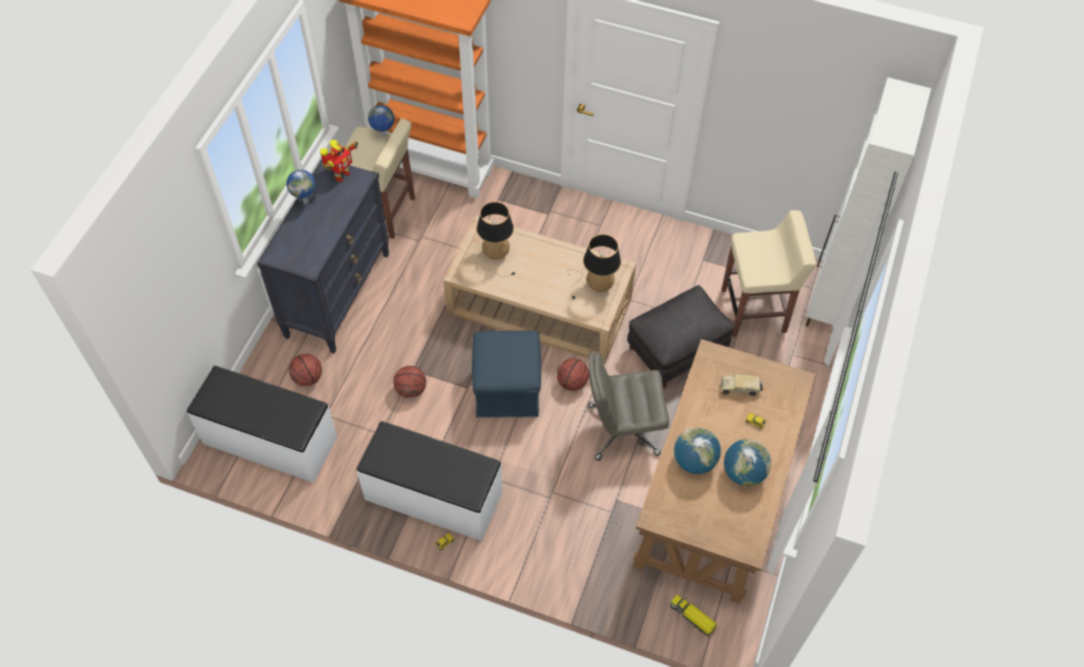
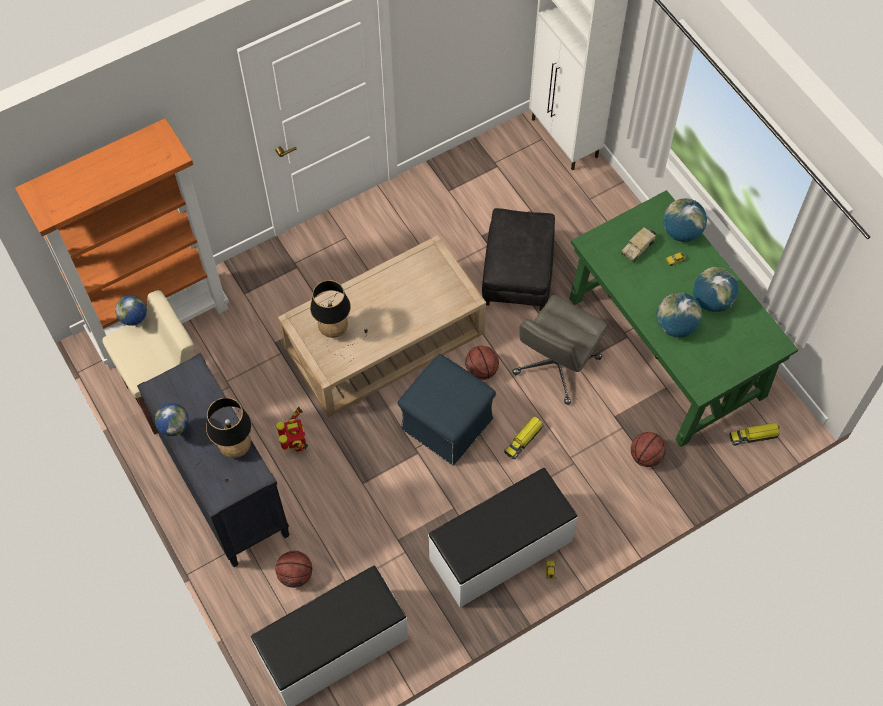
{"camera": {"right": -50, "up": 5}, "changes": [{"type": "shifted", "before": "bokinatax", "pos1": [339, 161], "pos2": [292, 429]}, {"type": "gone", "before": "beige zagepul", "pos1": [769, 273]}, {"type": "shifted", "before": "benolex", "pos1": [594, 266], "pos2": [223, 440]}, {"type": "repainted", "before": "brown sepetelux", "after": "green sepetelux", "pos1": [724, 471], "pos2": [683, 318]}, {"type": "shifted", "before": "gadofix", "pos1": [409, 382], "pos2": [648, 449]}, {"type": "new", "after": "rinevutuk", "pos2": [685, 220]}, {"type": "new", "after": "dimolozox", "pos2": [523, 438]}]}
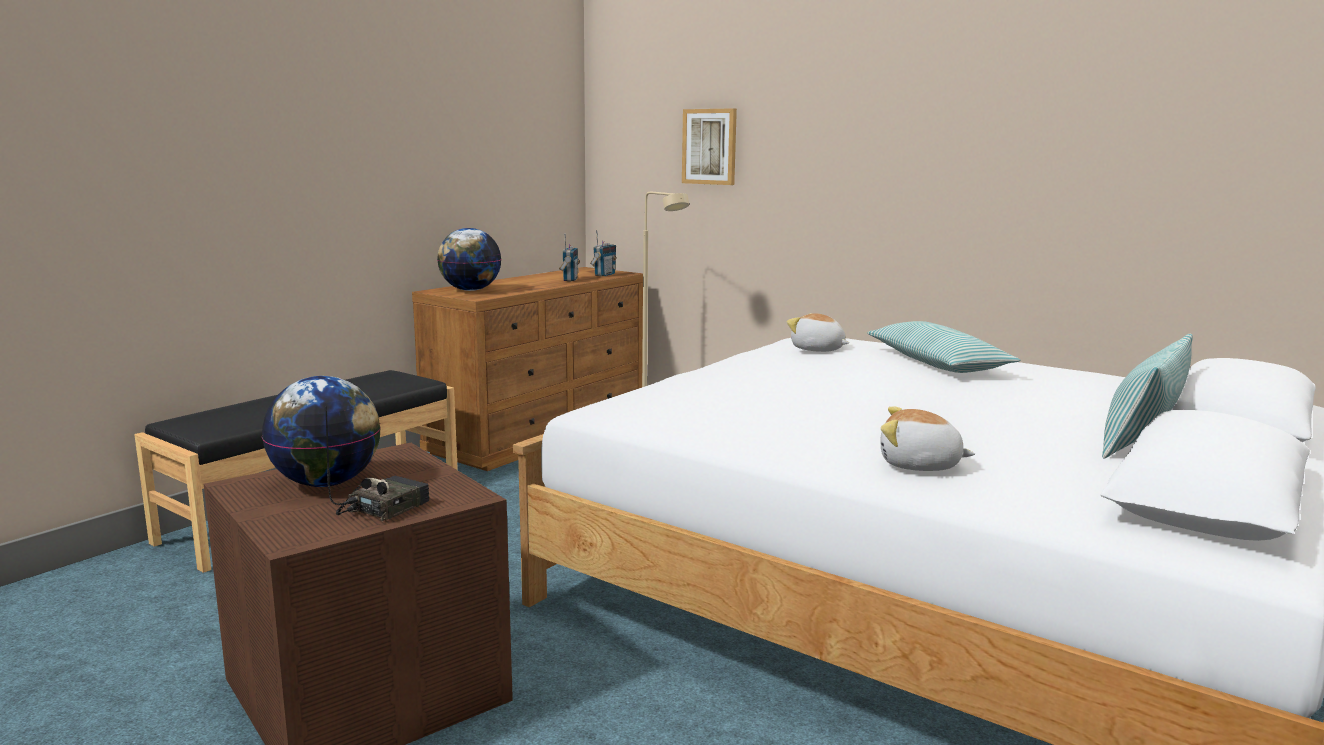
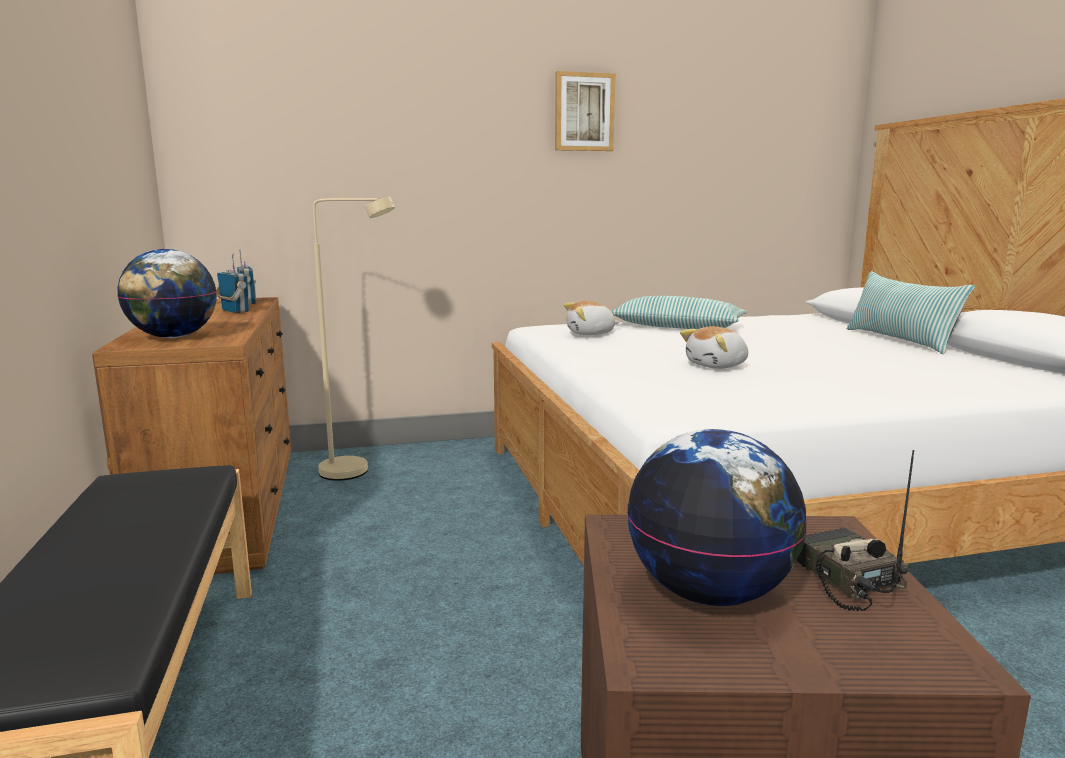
{"camera": {"right": -50, "up": 0}, "changes": [{"type": "shifted", "before": "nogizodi", "pos1": [709, 146], "pos2": [585, 111]}, {"type": "shifted", "before": "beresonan", "pos1": [928, 438], "pos2": [714, 347]}]}
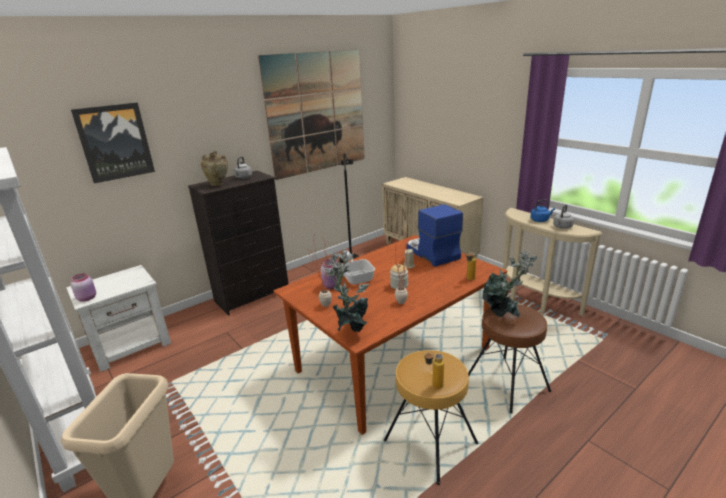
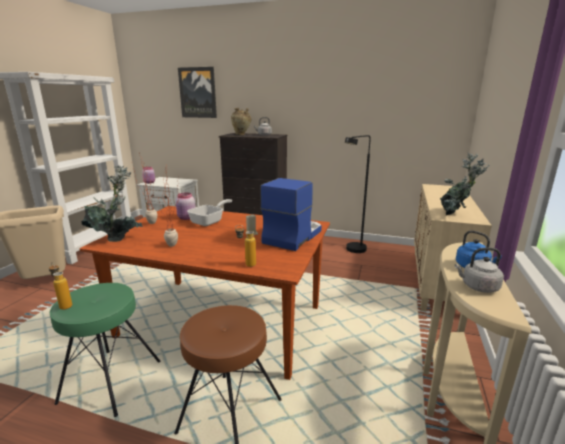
{"camera": {"right": 55, "up": -5}, "changes": [{"type": "gone", "before": "nogizodi", "pos1": [311, 114]}, {"type": "shifted", "before": "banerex", "pos1": [509, 284], "pos2": [464, 184]}, {"type": "gone", "before": "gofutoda", "pos1": [399, 276]}, {"type": "repainted", "before": "brown zagepul", "after": "green zagepul", "pos1": [431, 417], "pos2": [105, 350]}]}
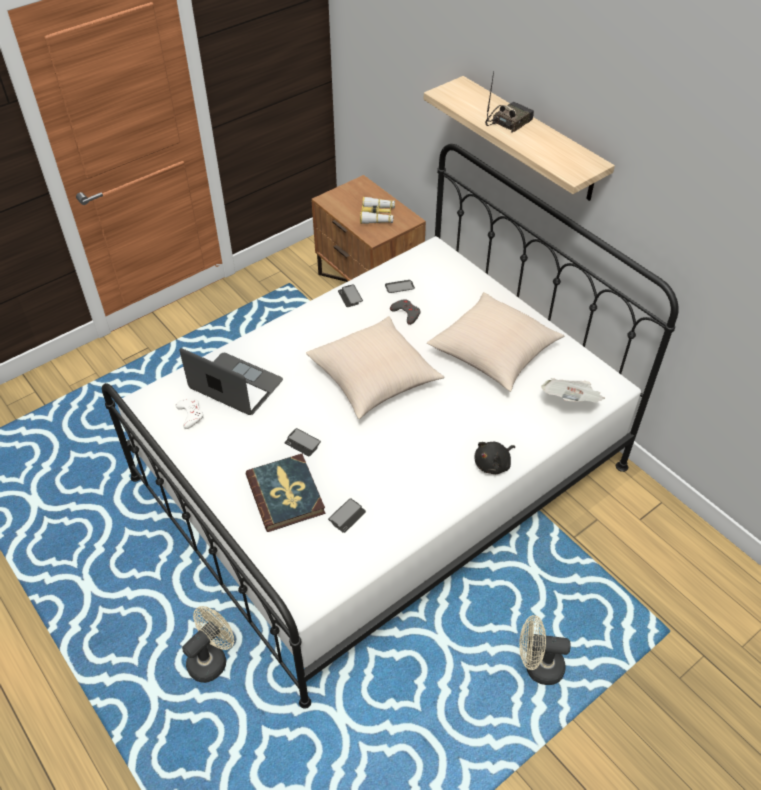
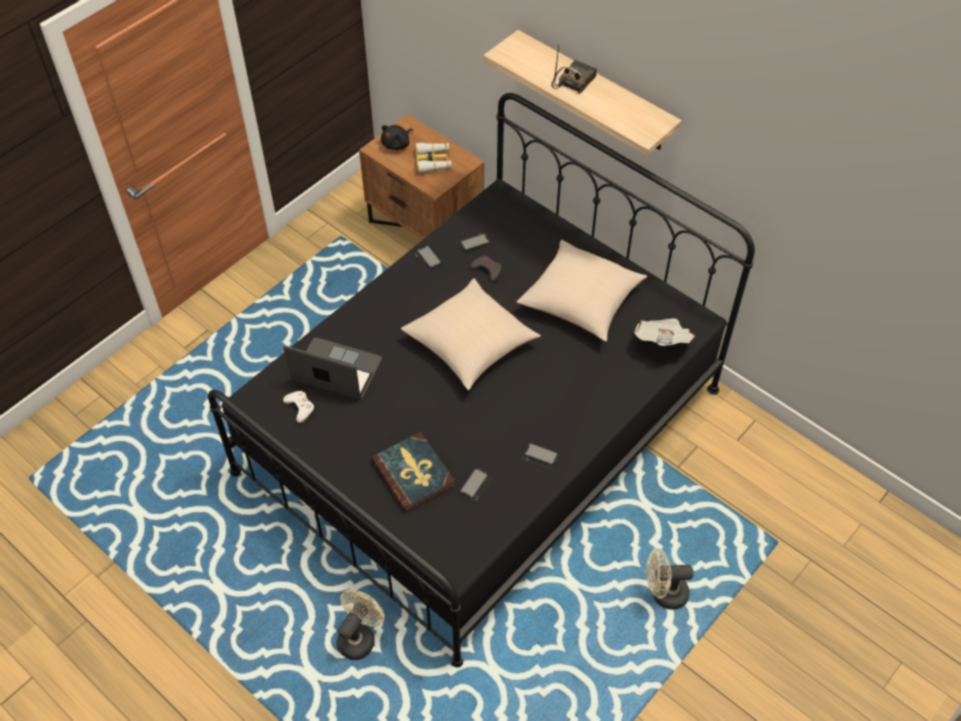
{"camera": {"right": -10, "up": 5}, "changes": [{"type": "repainted", "before": "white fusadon", "after": "black fusadon", "pos1": [390, 426], "pos2": [481, 380]}, {"type": "shifted", "before": "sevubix", "pos1": [303, 442], "pos2": [540, 456]}, {"type": "shifted", "before": "black beresonan", "pos1": [494, 458], "pos2": [397, 137]}]}
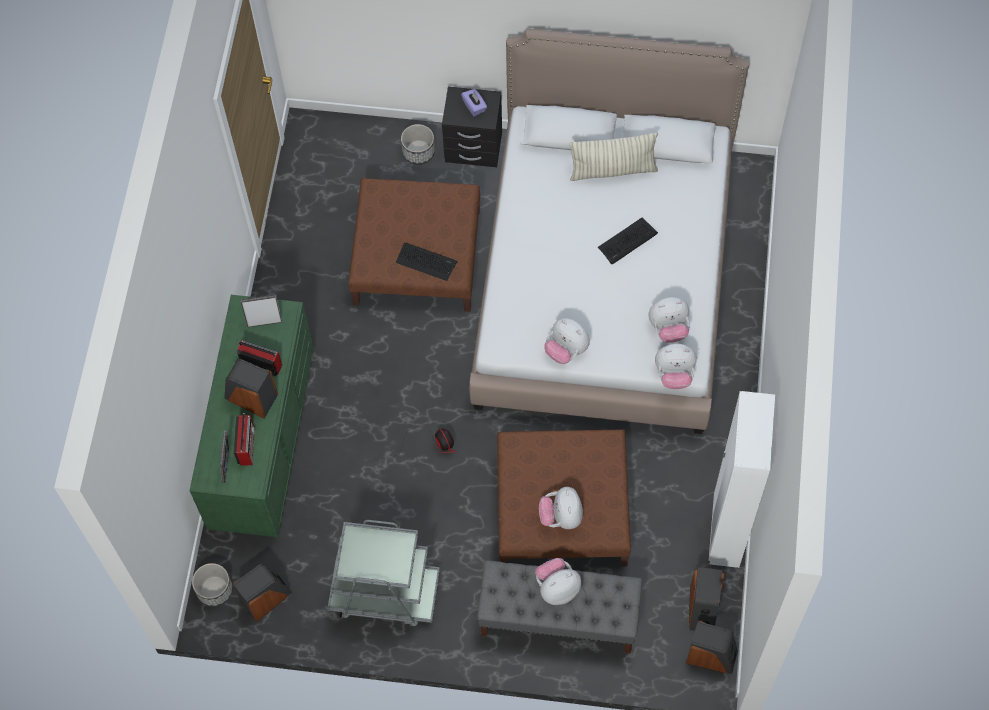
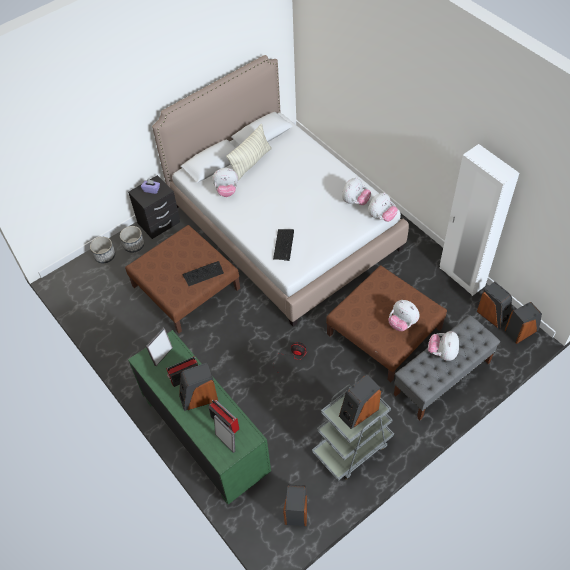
{"camera": {"right": -45, "up": -10}, "changes": [{"type": "shifted", "before": "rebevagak", "pos1": [628, 240], "pos2": [283, 245]}, {"type": "shifted", "before": "beresonan", "pos1": [567, 341], "pos2": [225, 182]}, {"type": "shifted", "before": "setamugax", "pos1": [212, 585], "pos2": [102, 250]}, {"type": "new", "after": "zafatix", "pos2": [360, 401]}]}
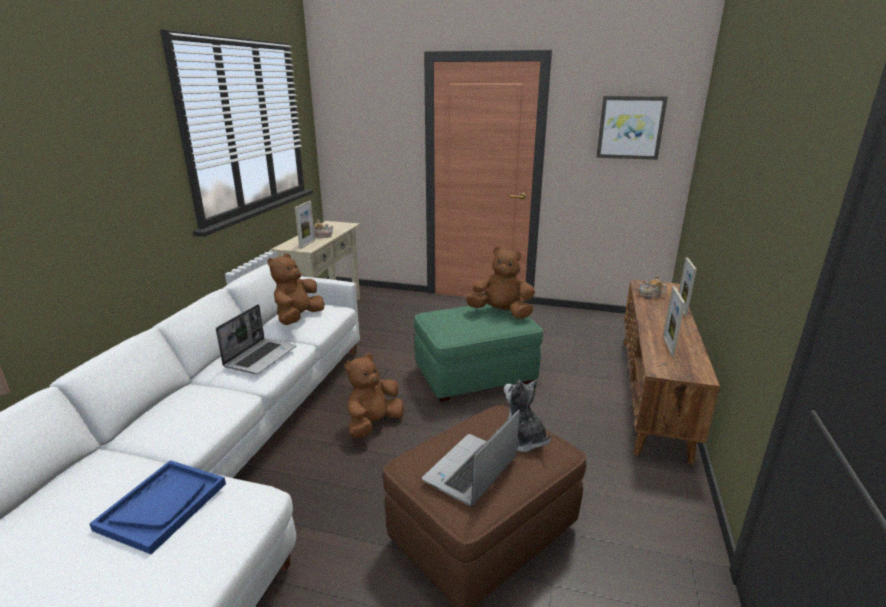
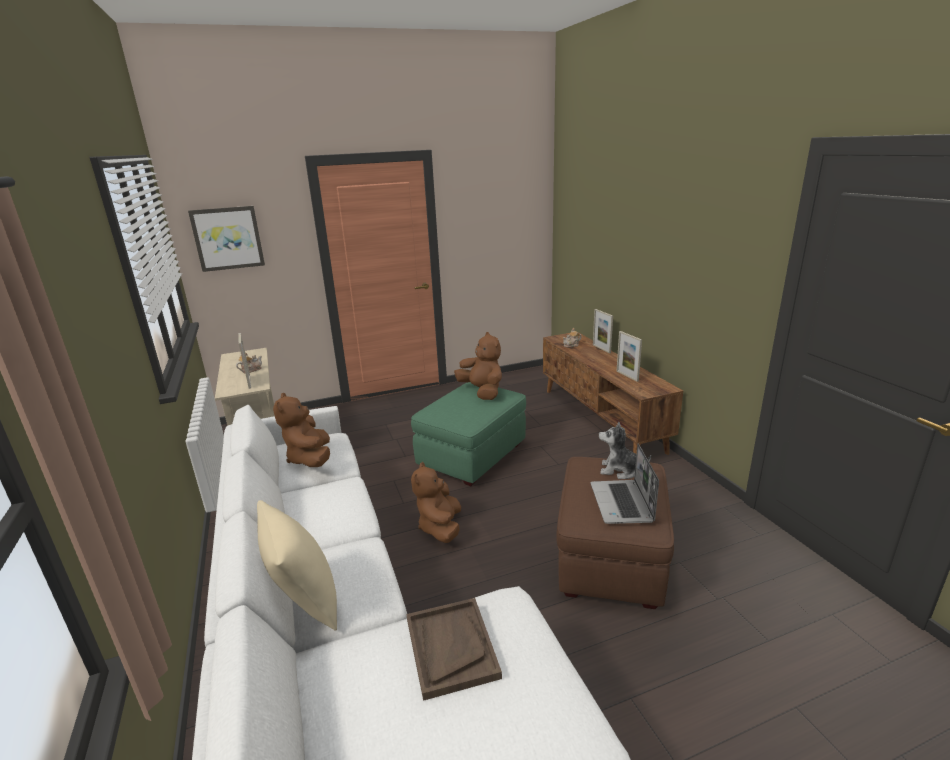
{"camera": {"right": -35, "up": 0}, "changes": [{"type": "shifted", "before": "nogizodi", "pos1": [632, 128], "pos2": [226, 239]}, {"type": "rotated", "before": "brown beresonan", "pos1": [500, 283], "pos2": [478, 366], "turn": 75}, {"type": "gone", "before": "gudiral", "pos1": [256, 339]}, {"type": "repainted", "before": "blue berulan", "after": "brown berulan", "pos1": [157, 507], "pos2": [454, 649]}, {"type": "new", "after": "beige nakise", "pos2": [297, 565]}]}
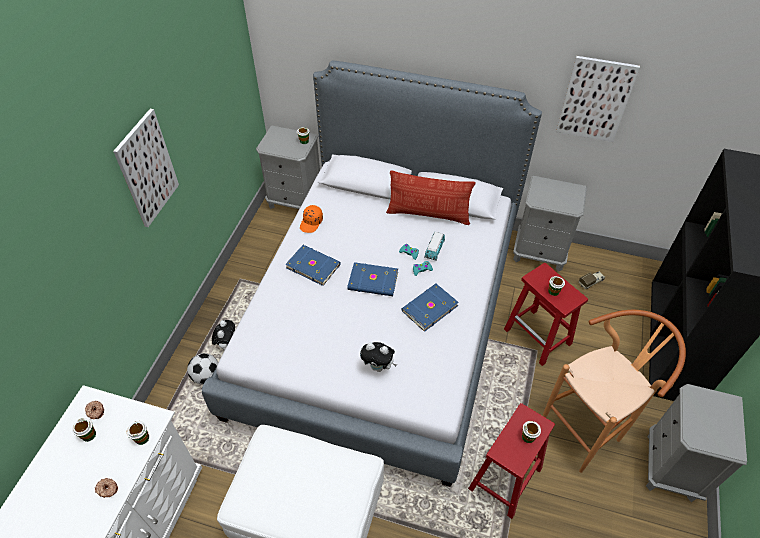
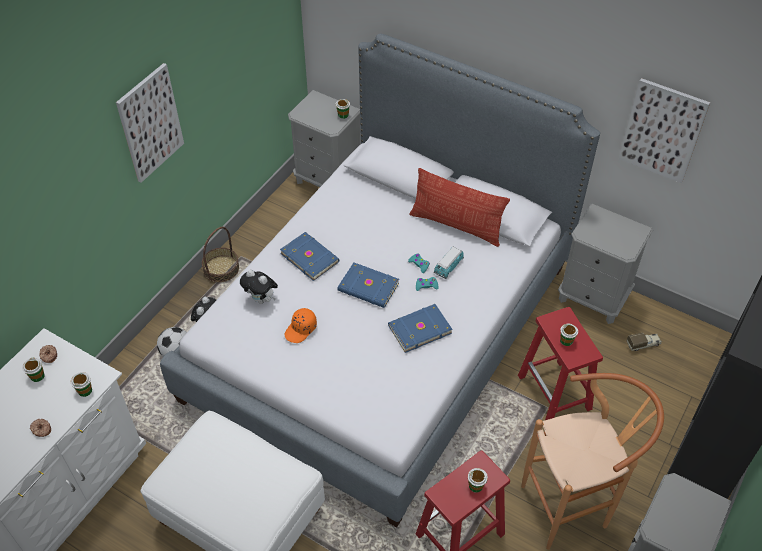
{"camera": {"right": 15, "up": 0}, "changes": [{"type": "shifted", "before": "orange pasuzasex", "pos1": [311, 219], "pos2": [300, 325]}, {"type": "shifted", "before": "beresonan", "pos1": [378, 357], "pos2": [259, 287]}, {"type": "new", "after": "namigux", "pos2": [220, 255]}]}
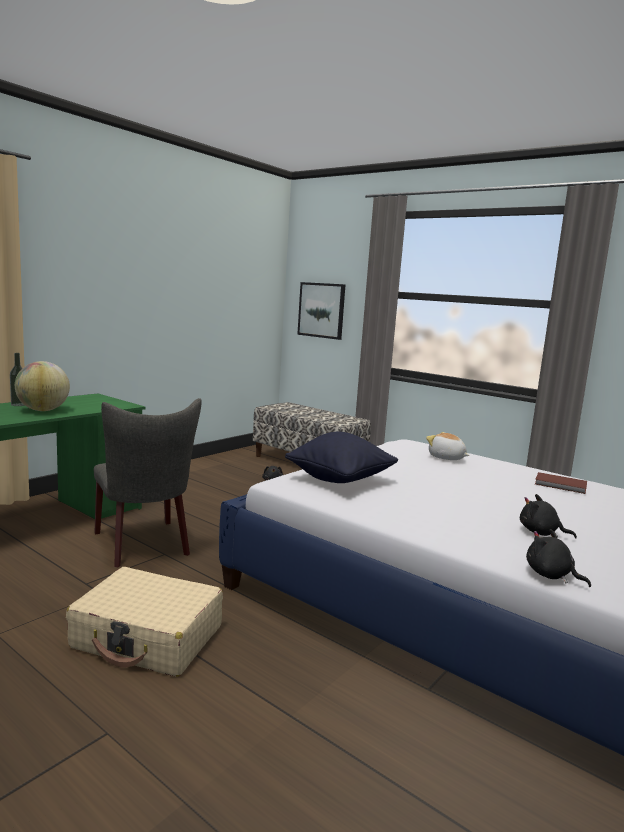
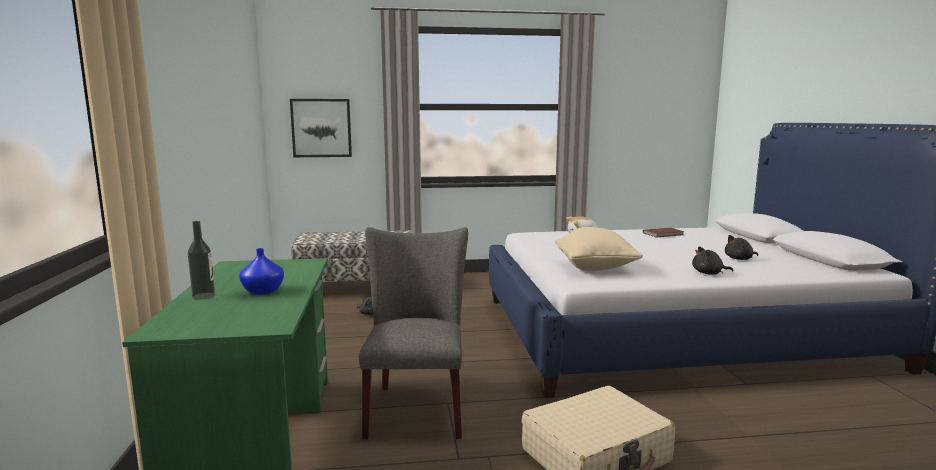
{"camera": {"right": -45, "up": 0}, "changes": [{"type": "swapped", "before": "rinevutuk", "after": "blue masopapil", "pos1": [42, 386], "pos2": [261, 271]}, {"type": "rotated", "before": "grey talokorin", "pos1": [148, 482], "pos2": [413, 333], "turn": -105}, {"type": "repainted", "before": "black nakise", "after": "beige nakise", "pos1": [341, 457], "pos2": [599, 249]}, {"type": "shifted", "before": "black beresonan", "pos1": [558, 558], "pos2": [712, 260]}]}
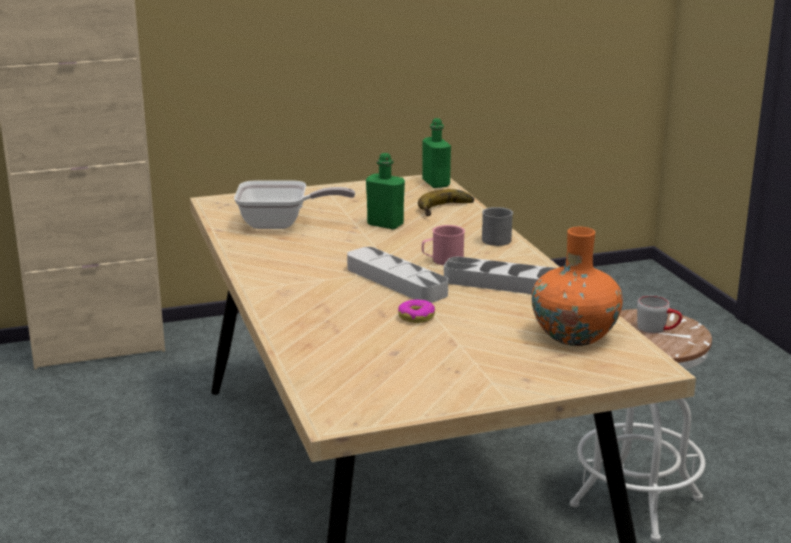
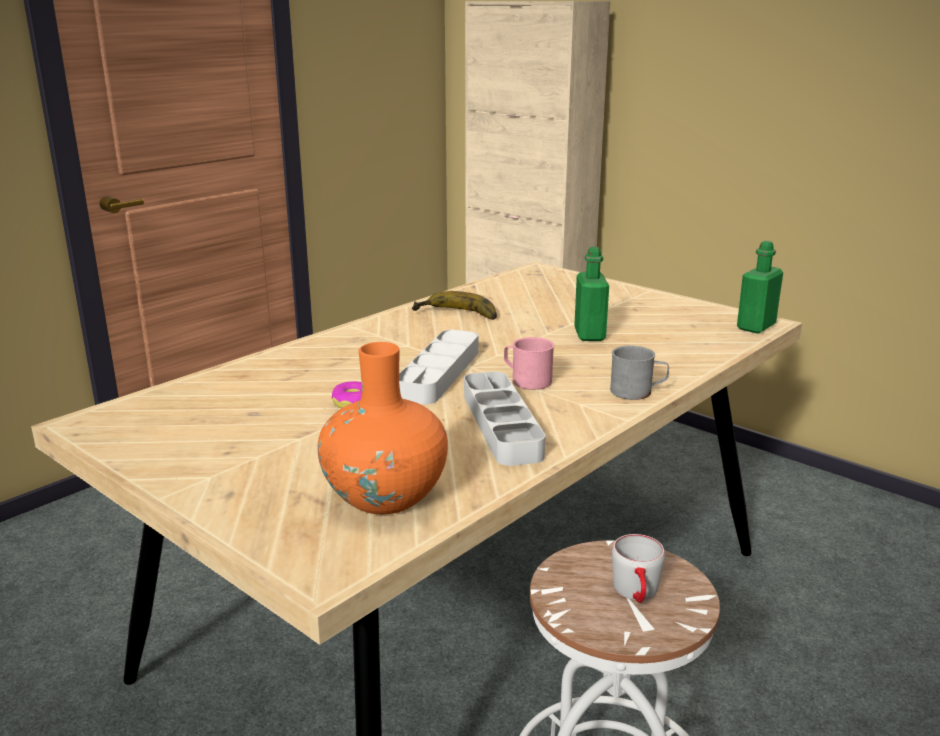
{"camera": {"right": 60, "up": 0}, "changes": [{"type": "gone", "before": "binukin", "pos1": [294, 205]}, {"type": "shifted", "before": "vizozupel", "pos1": [446, 202], "pos2": [454, 305]}]}
